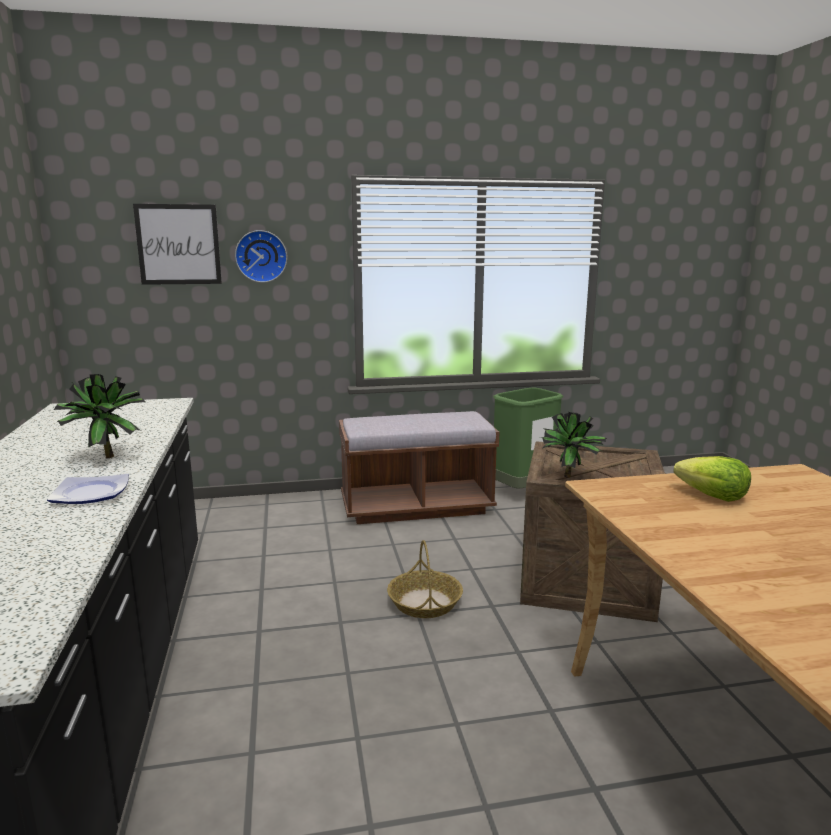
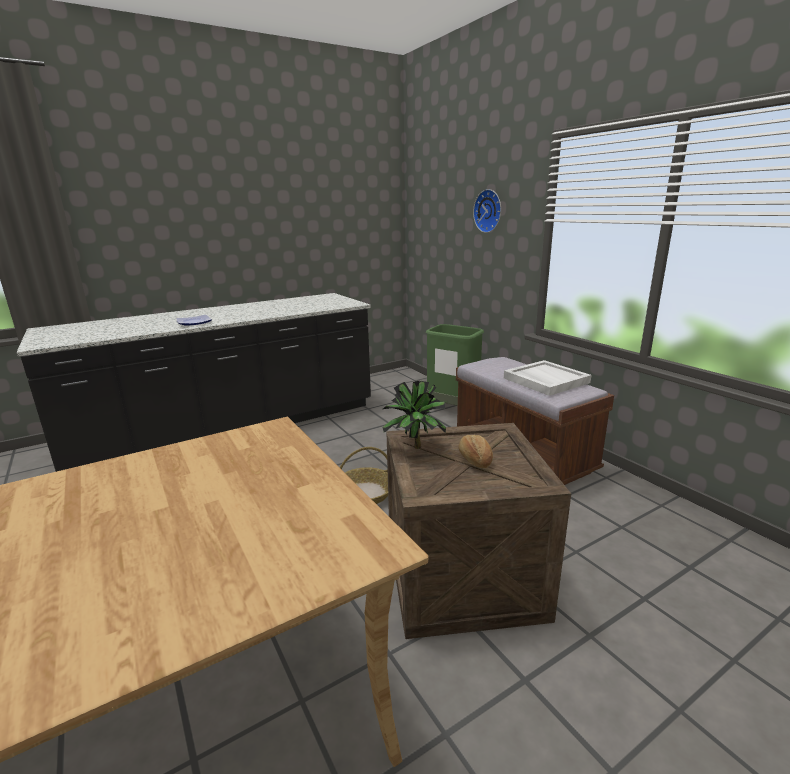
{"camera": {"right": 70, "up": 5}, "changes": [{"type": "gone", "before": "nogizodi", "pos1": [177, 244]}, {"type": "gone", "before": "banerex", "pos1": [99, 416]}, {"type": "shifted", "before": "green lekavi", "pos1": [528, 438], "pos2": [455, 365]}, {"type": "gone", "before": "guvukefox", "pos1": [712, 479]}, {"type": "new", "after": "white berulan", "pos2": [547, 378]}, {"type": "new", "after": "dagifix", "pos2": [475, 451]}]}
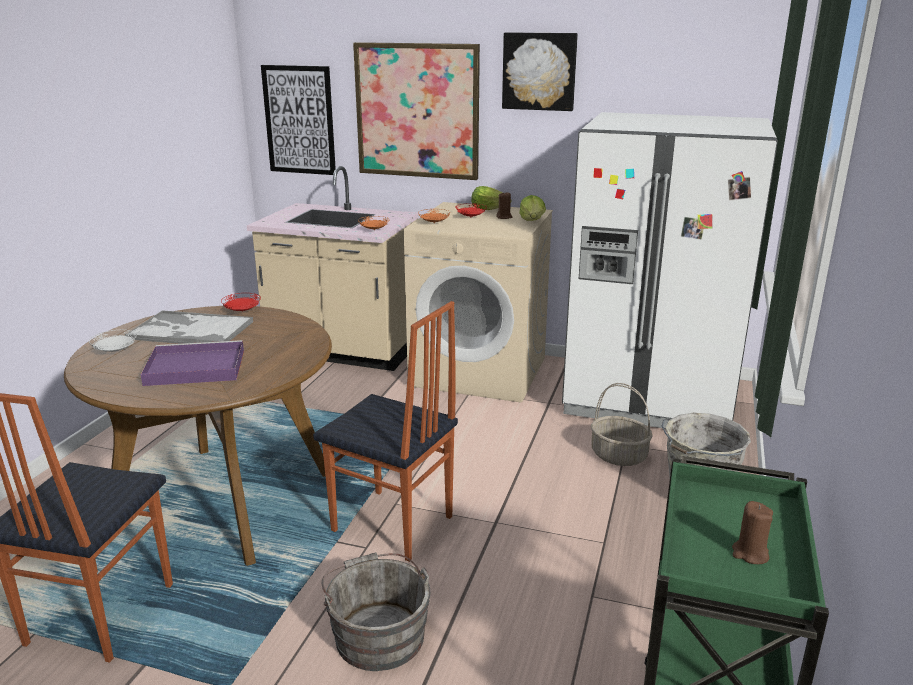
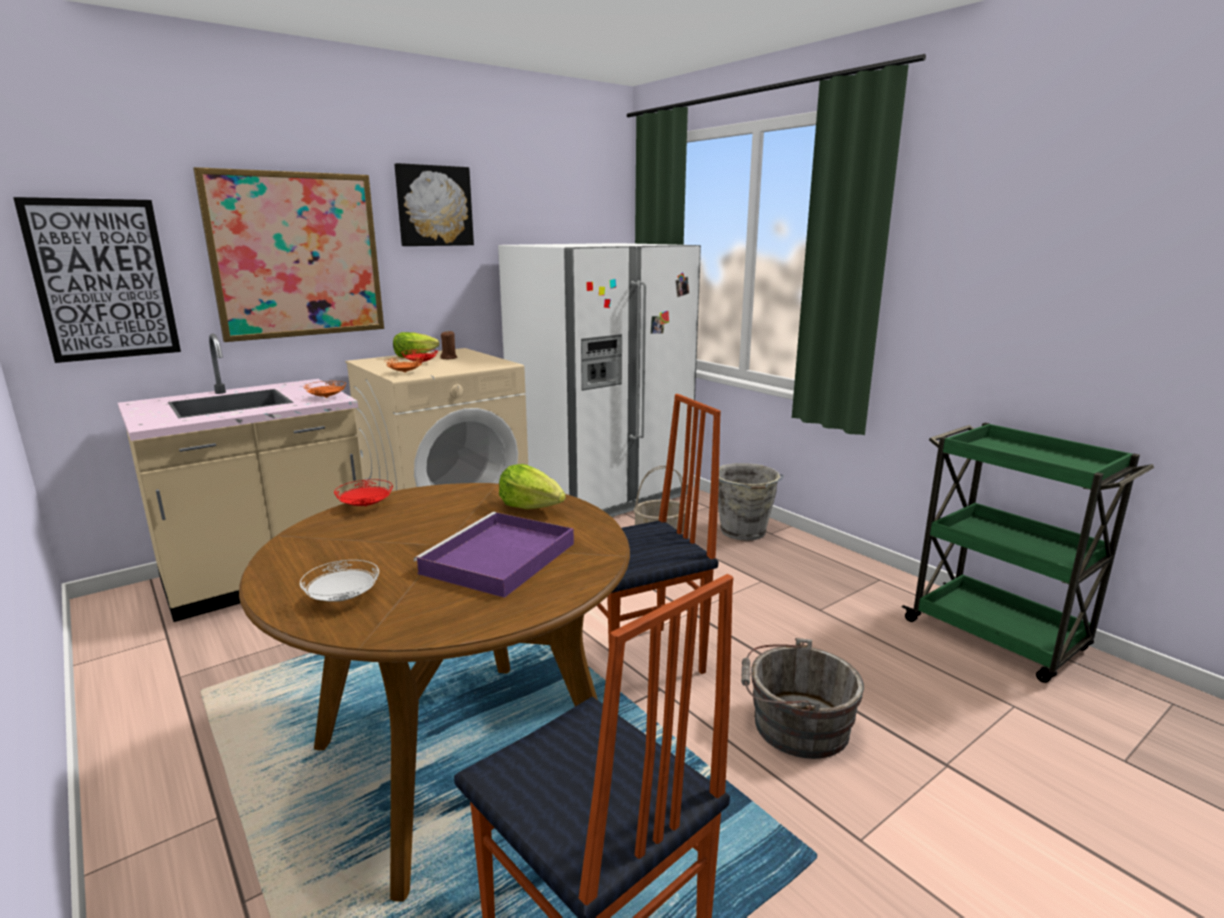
{"camera": {"right": -55, "up": -5}, "changes": [{"type": "shifted", "before": "guvukefox", "pos1": [532, 208], "pos2": [532, 486]}, {"type": "gone", "before": "berulan", "pos1": [189, 327]}, {"type": "gone", "before": "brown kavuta", "pos1": [752, 532]}]}
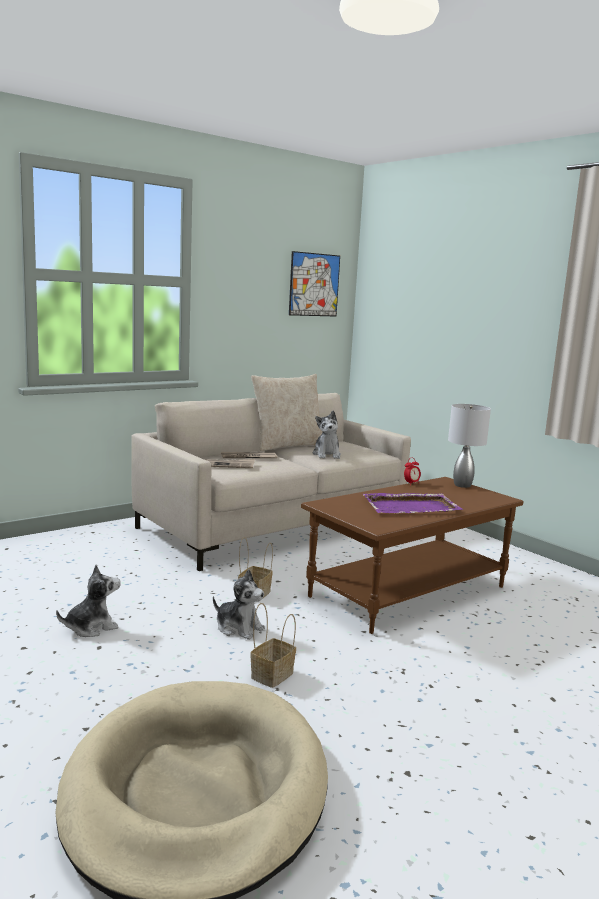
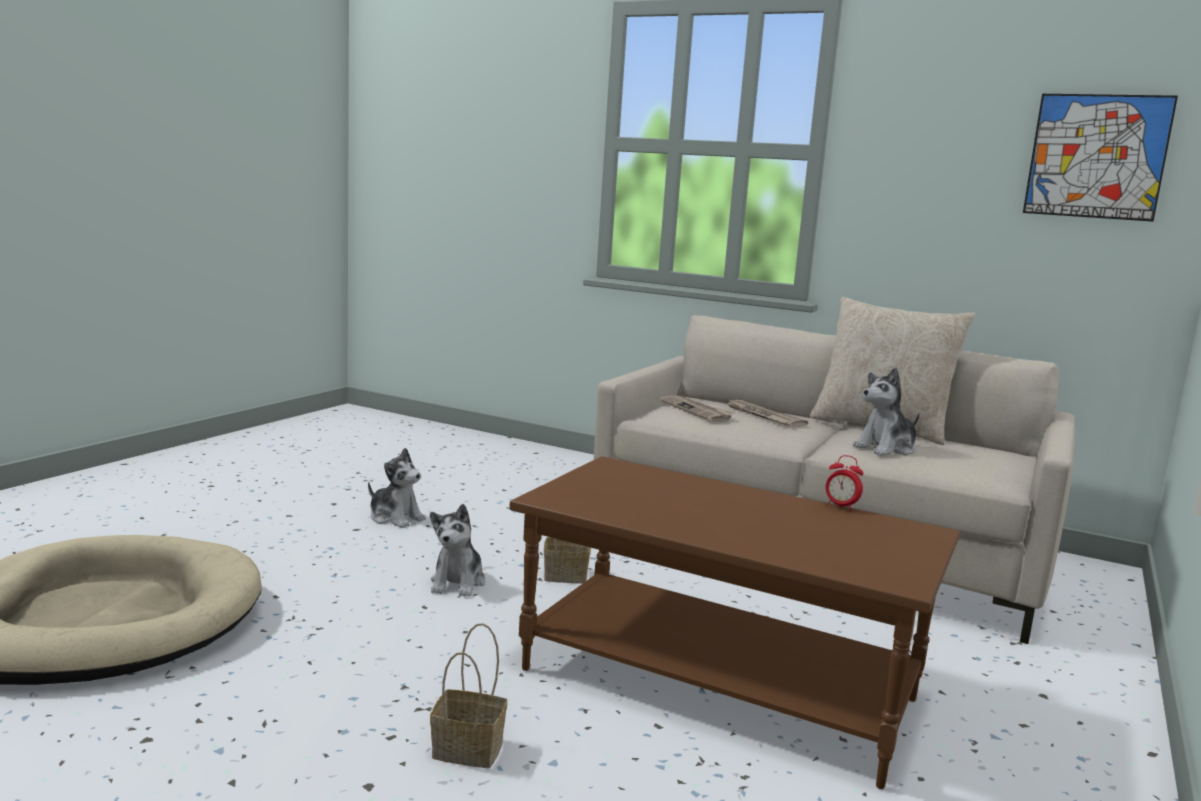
{"camera": {"right": 65, "up": 0}, "changes": [{"type": "gone", "before": "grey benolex", "pos1": [469, 446]}, {"type": "gone", "before": "purple berulan", "pos1": [413, 503]}, {"type": "shifted", "before": "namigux", "pos1": [273, 645], "pos2": [468, 695]}]}
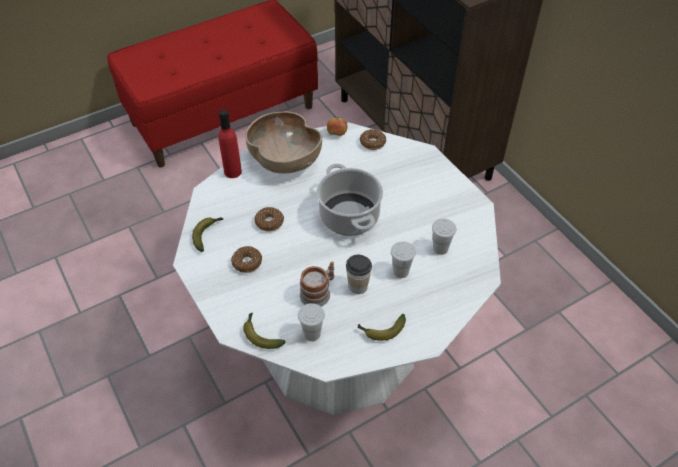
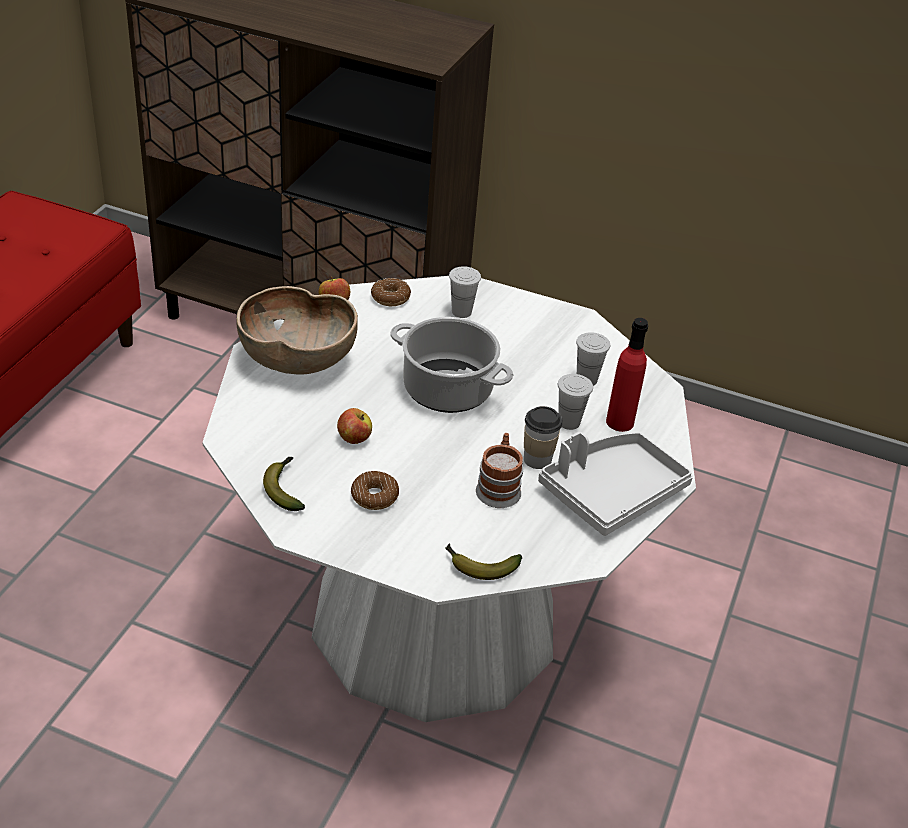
{"camera": {"right": -40, "up": -10}, "changes": [{"type": "shifted", "before": "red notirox", "pos1": [230, 144], "pos2": [627, 375]}, {"type": "swapped", "before": "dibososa", "after": "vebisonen", "pos1": [269, 219], "pos2": [354, 426]}, {"type": "shifted", "before": "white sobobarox", "pos1": [311, 322], "pos2": [465, 292]}, {"type": "swapped", "before": "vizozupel", "after": "grey berulan", "pos1": [381, 327], "pos2": [615, 484]}]}
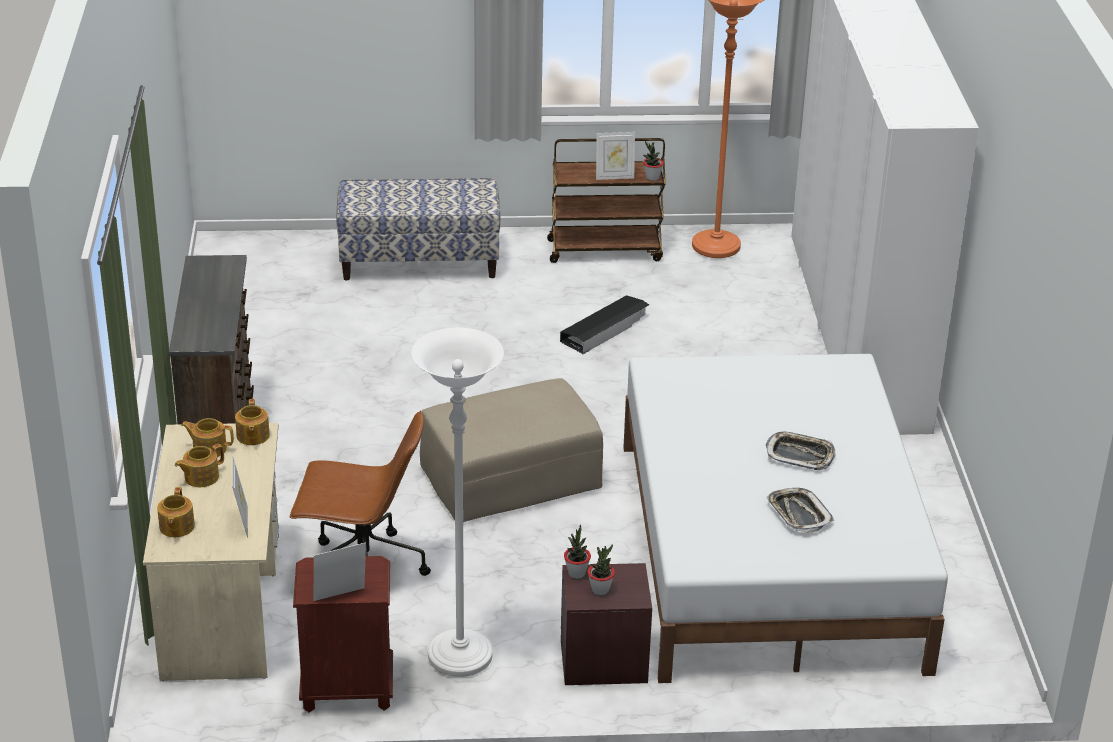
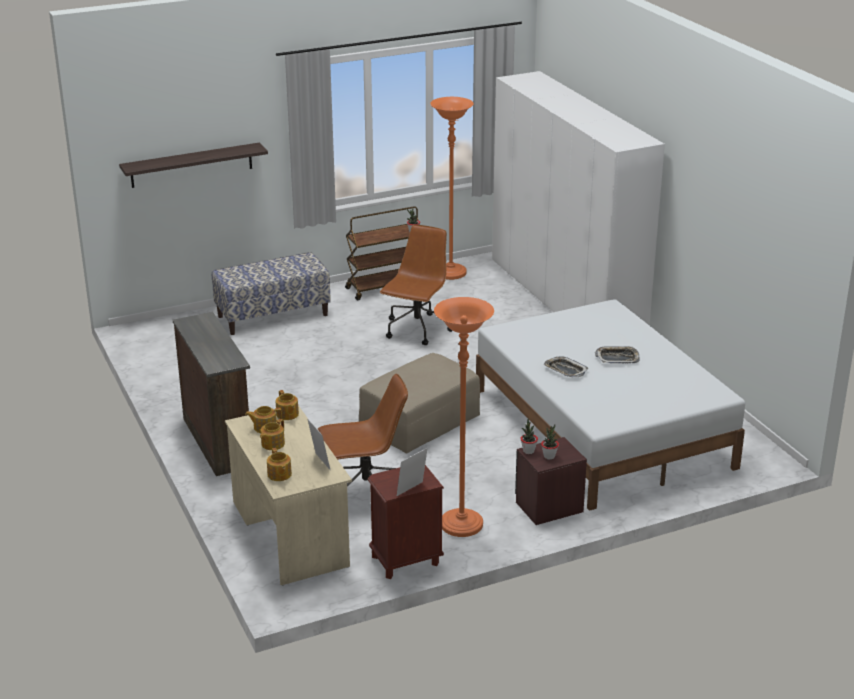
{"camera": {"right": -20, "up": -5}, "changes": [{"type": "gone", "before": "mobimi", "pos1": [615, 156]}, {"type": "swapped", "before": "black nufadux", "after": "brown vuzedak", "pos1": [604, 324], "pos2": [416, 285]}, {"type": "repainted", "before": "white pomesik", "after": "orange pomesik", "pos1": [457, 502], "pos2": [464, 417]}, {"type": "shifted", "before": "berulan", "pos1": [800, 510], "pos2": [565, 366]}, {"type": "new", "after": "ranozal", "pos2": [193, 165]}]}
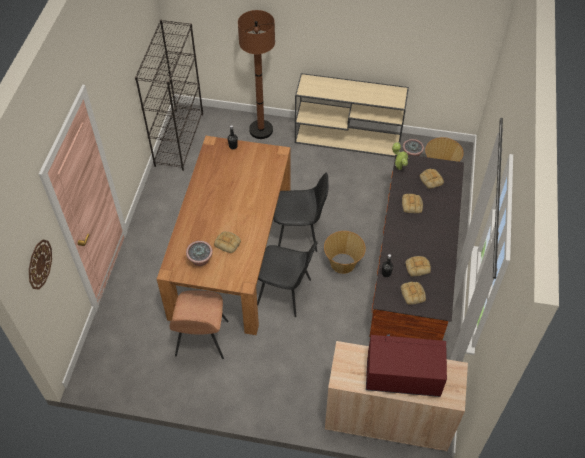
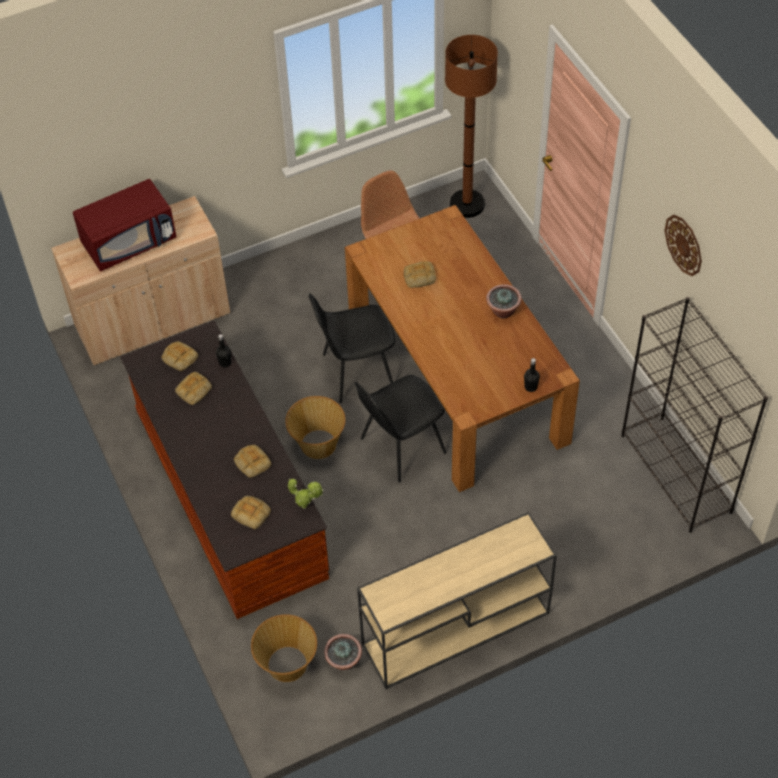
{"camera": {"right": 145, "up": 0}, "changes": [{"type": "shifted", "before": "brown pomesik", "pos1": [256, 74], "pos2": [471, 126]}, {"type": "shifted", "before": "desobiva", "pos1": [40, 264], "pos2": [683, 245]}, {"type": "shifted", "before": "banerex", "pos1": [199, 253], "pos2": [504, 301]}]}
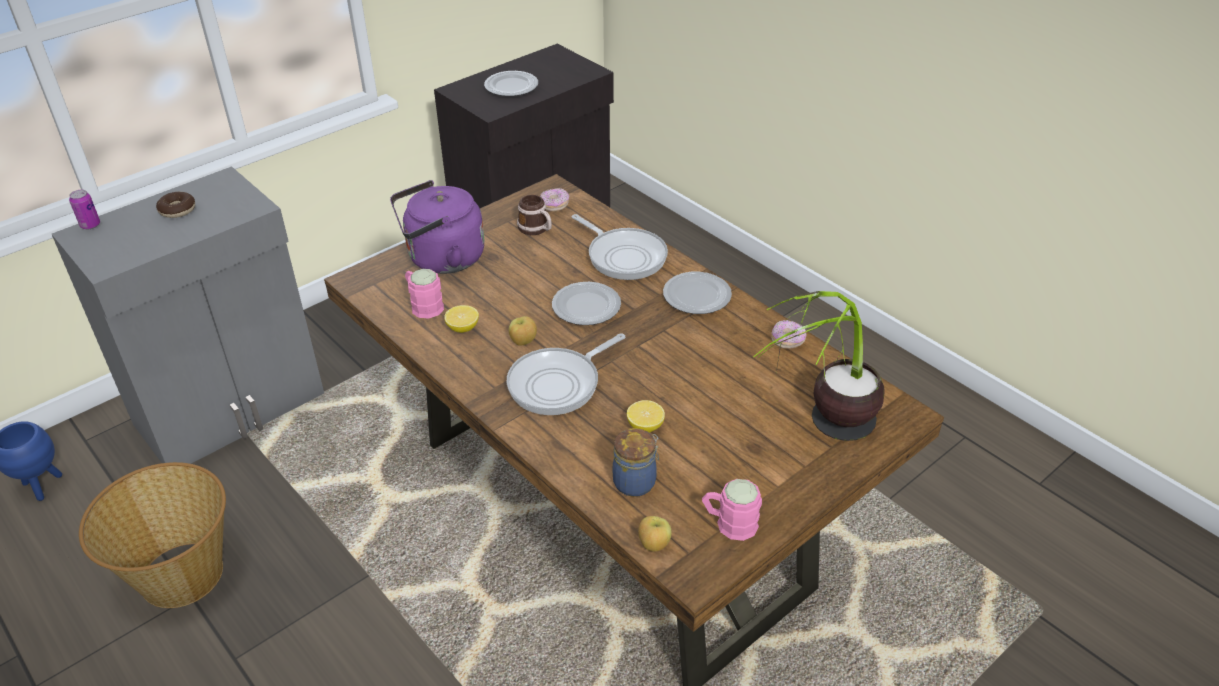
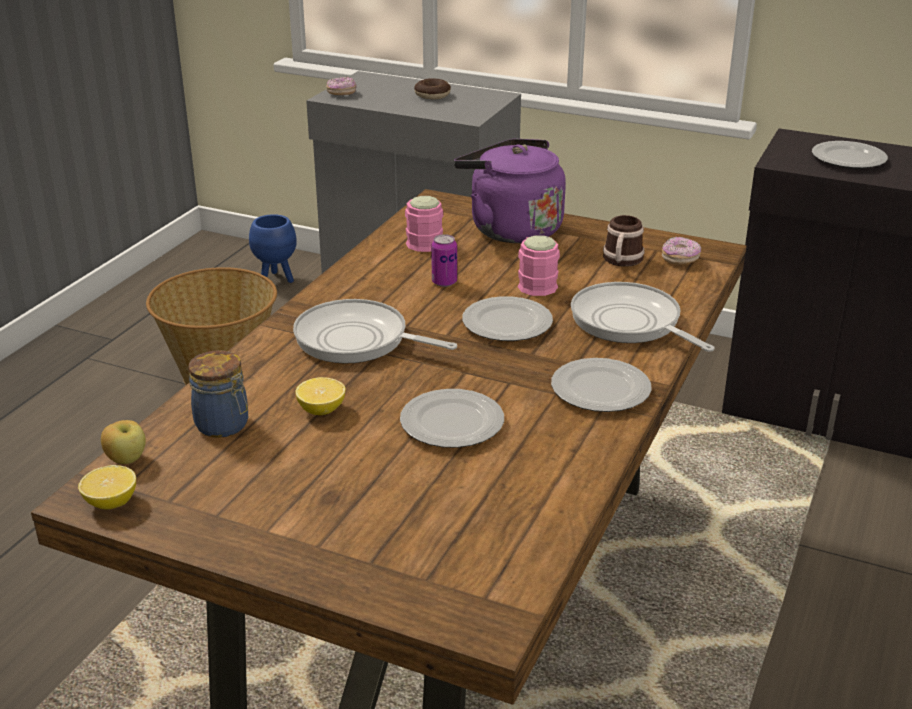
{"camera": {"right": 65, "up": -10}, "changes": [{"type": "shifted", "before": "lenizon", "pos1": [84, 210], "pos2": [444, 260]}, {"type": "rotated", "before": "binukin", "pos1": [620, 247], "pos2": [643, 317], "turn": 120}, {"type": "gone", "before": "banerex", "pos1": [819, 366]}, {"type": "shifted", "before": "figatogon", "pos1": [461, 319], "pos2": [107, 487]}, {"type": "gone", "before": "vebisonen", "pos1": [523, 331]}, {"type": "shifted", "before": "dibososa", "pos1": [789, 334], "pos2": [341, 86]}, {"type": "shifted", "before": "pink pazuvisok", "pos1": [732, 510], "pos2": [538, 265]}, {"type": "new", "after": "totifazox", "pos2": [452, 418]}]}
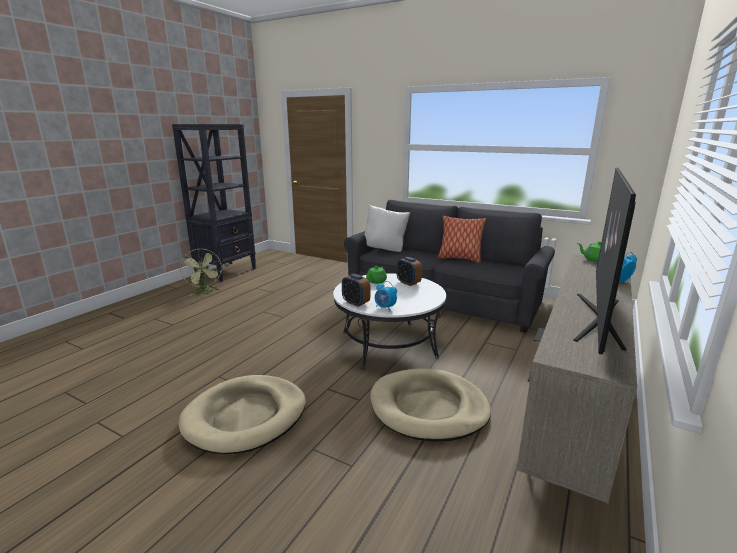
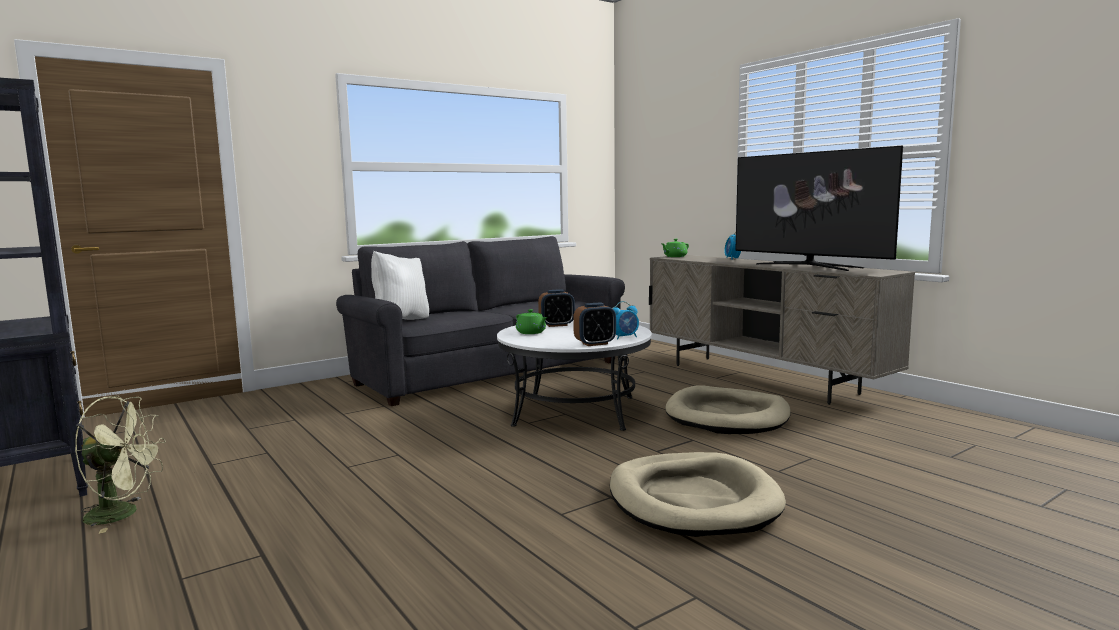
{"camera": {"right": -65, "up": -10}, "changes": [{"type": "gone", "before": "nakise", "pos1": [462, 239]}]}
